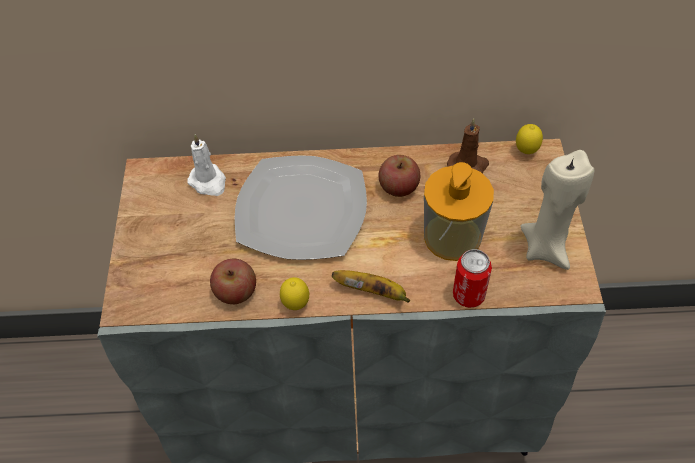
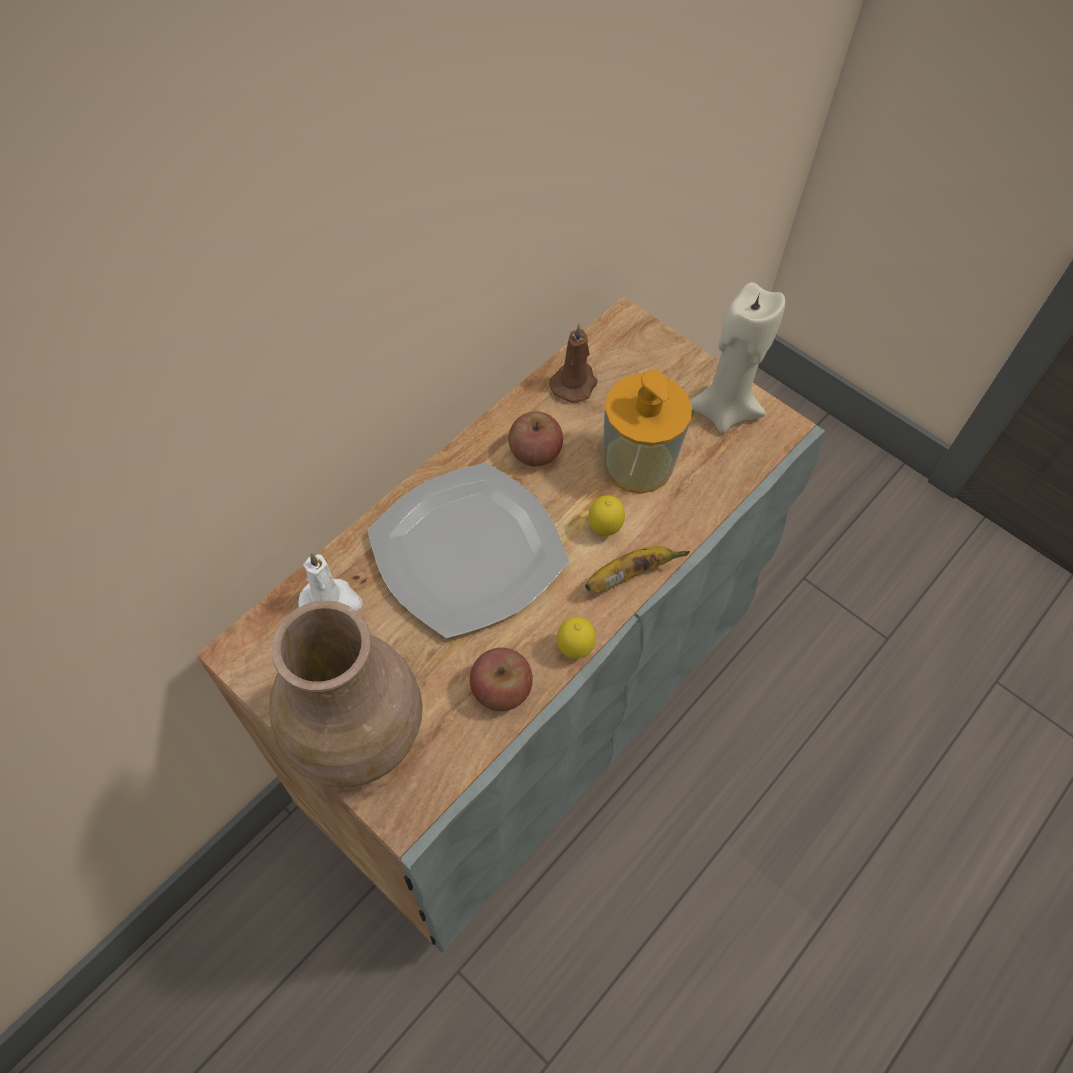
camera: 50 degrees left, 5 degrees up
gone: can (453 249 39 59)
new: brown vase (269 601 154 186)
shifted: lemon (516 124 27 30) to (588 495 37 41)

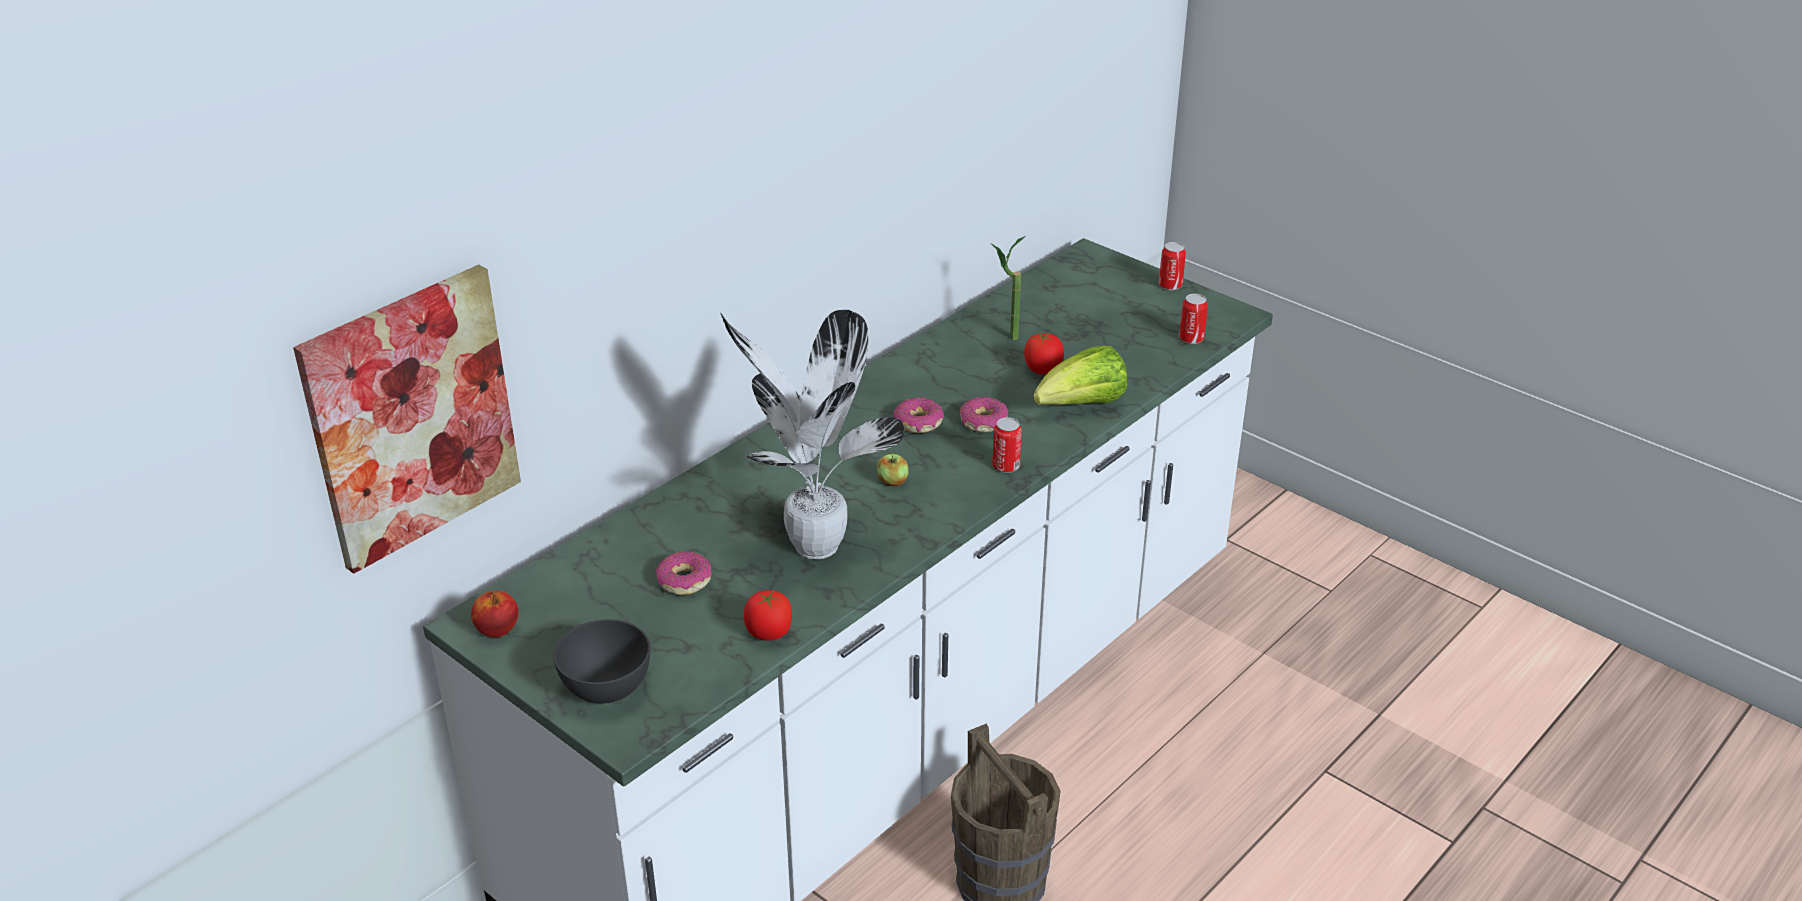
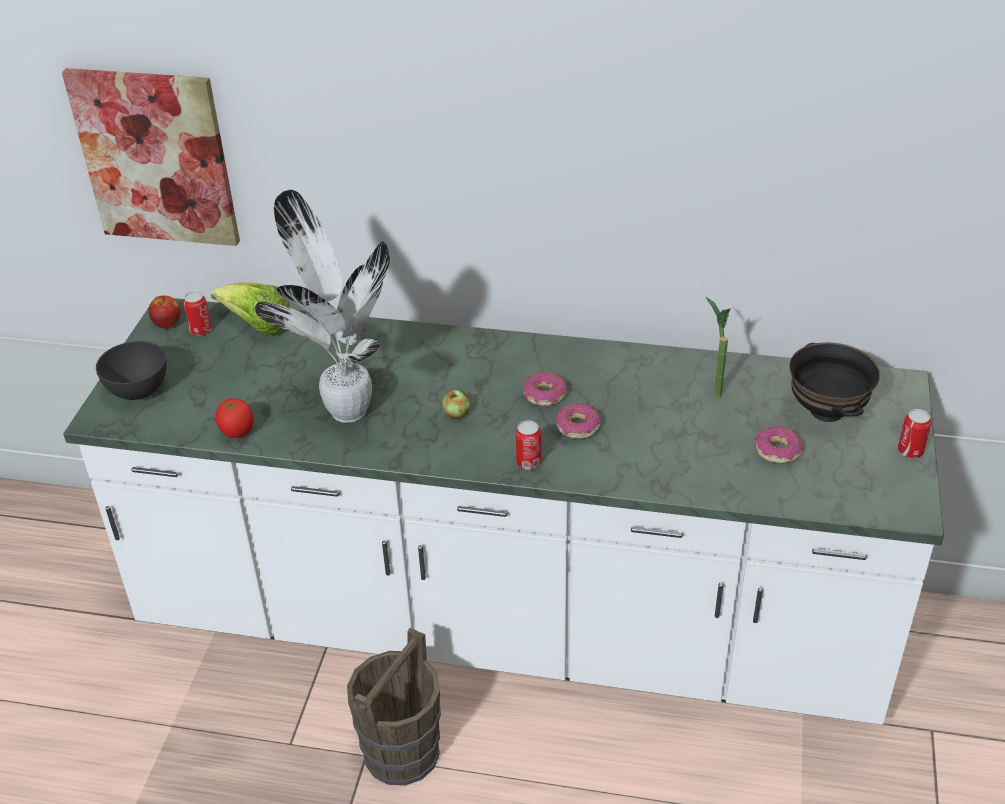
camera: 60 degrees right, 5 degrees up
gone: tomato (1024 332 40 43)
new: black bowl (789 342 91 80)
shifted: can (1179 294 29 50) to (183 291 29 45); lettuce (1033 346 94 59) to (211 282 79 54); donut (656 551 56 44) to (755 427 48 36)

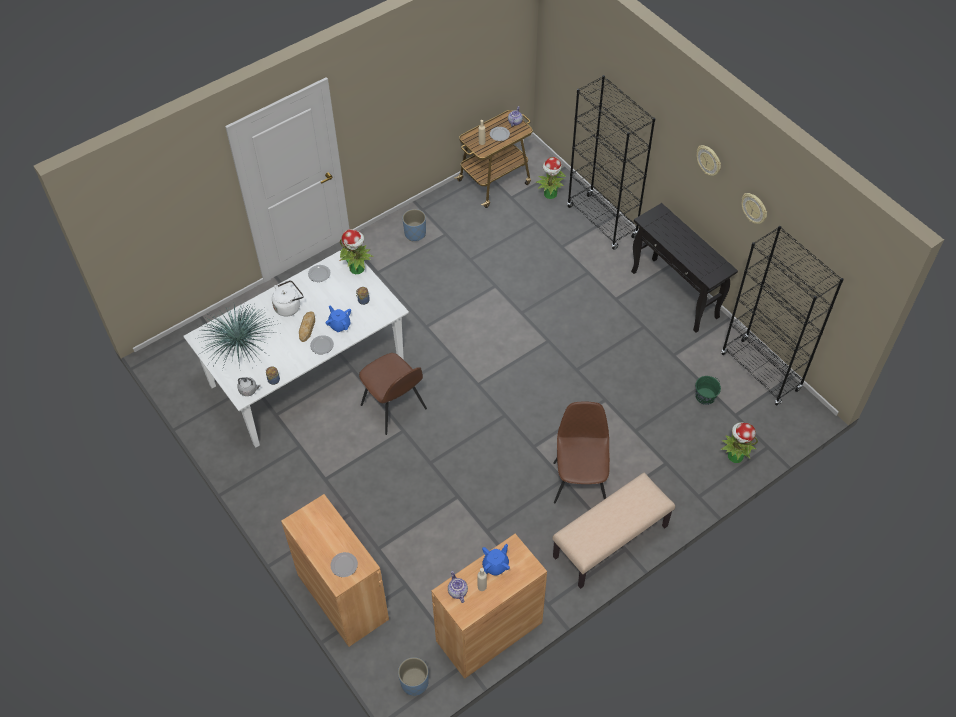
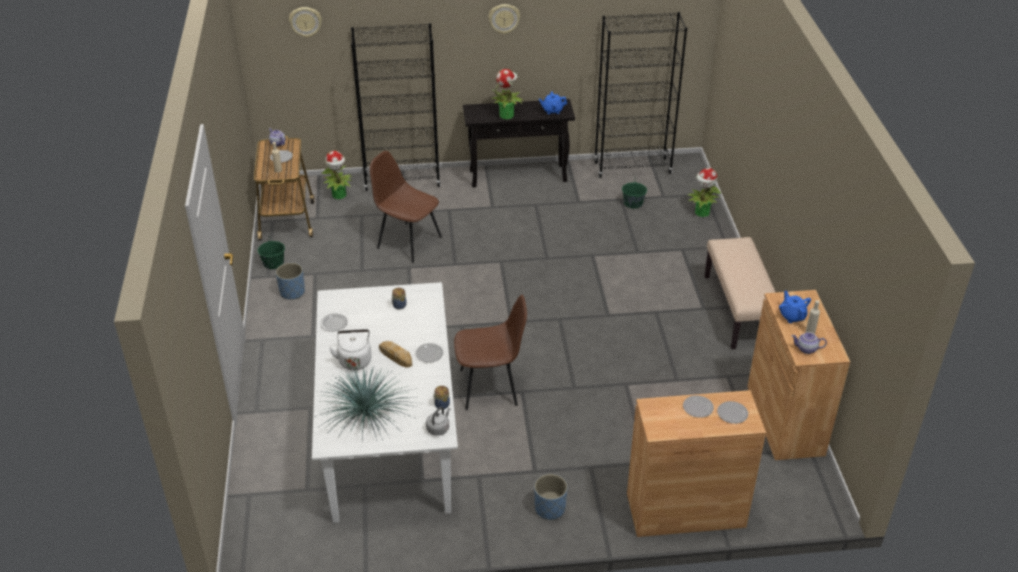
camera: 60 degrees left, 15 degrees down
new: green bucket (258 240 27 29); plate (683 395 31 23)
shifted: wall clock (741 193 26 31) to (289 7 33 31); potted plant (339 229 35 45) to (491 69 33 50); blue teapot (325 306 26 26) to (539 91 28 23); brown chair (553 402 57 101) to (370 151 72 112); blue planter (398 657 30 39) to (534 474 33 46)

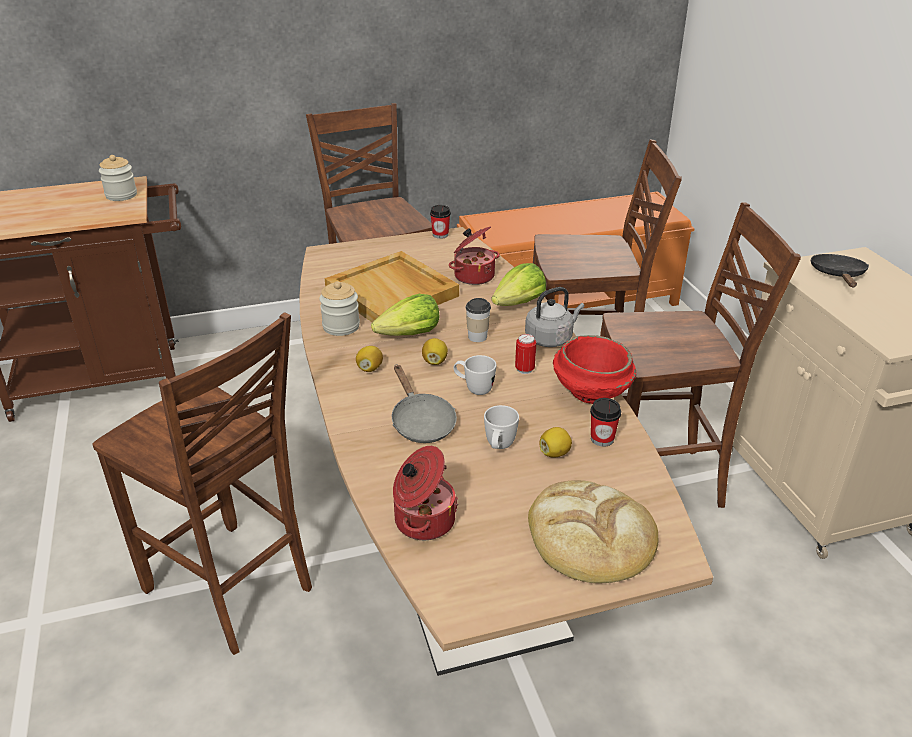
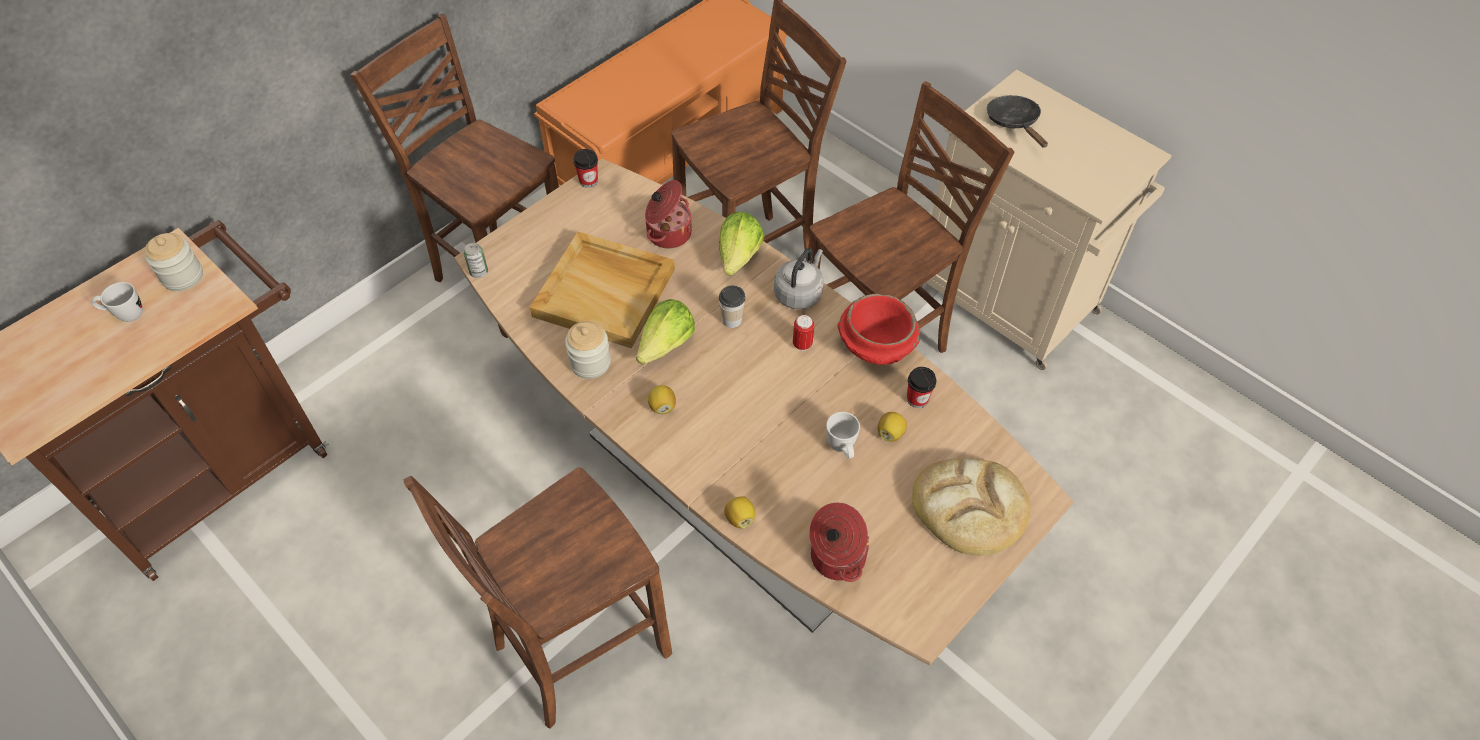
camera: 30 degrees left, 20 degrees up
gone: grey frying pan (392 365 65 78)
new: can (464 243 24 35)
shifted: lemon (422 338 26 27) to (724 496 31 33); white mug (453 355 43 40) to (92 282 51 40)
rotated: brown chair (92 312 220 343) = (404 467 268 262) 135 degrees clockwise

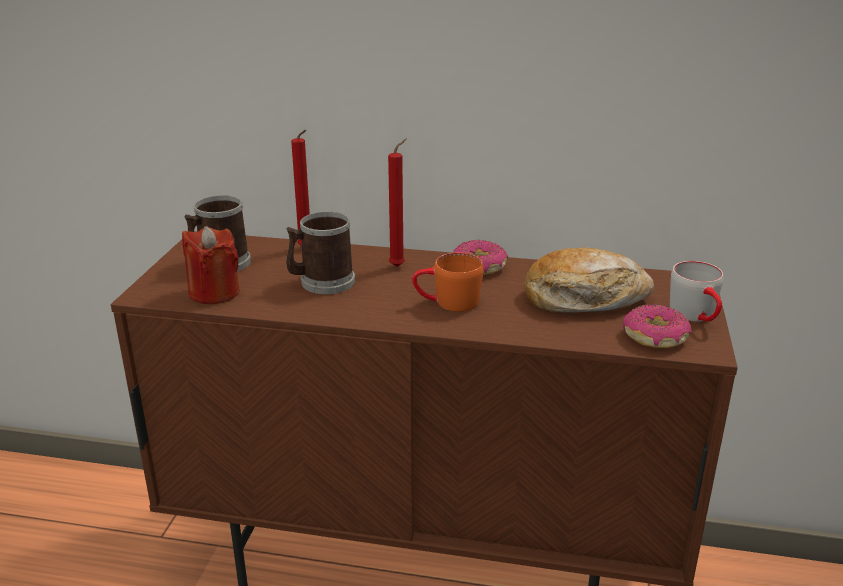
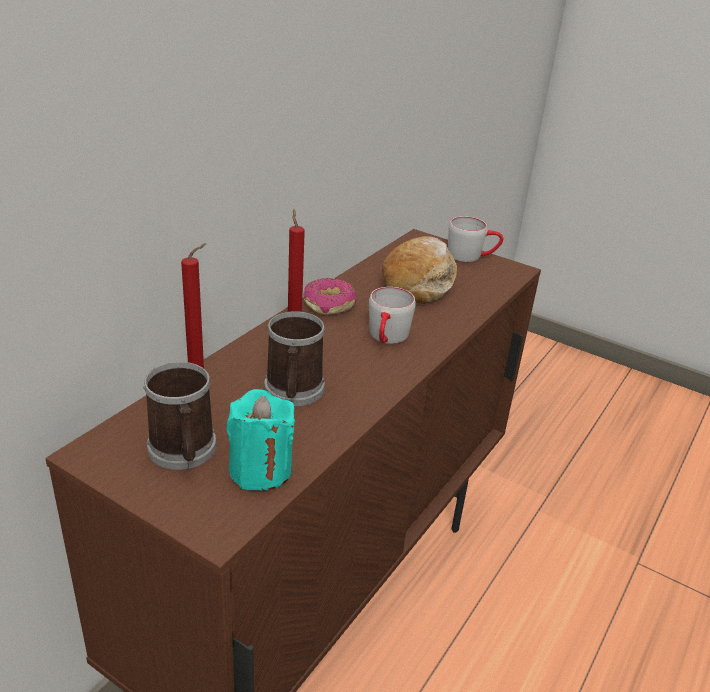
camera: 70 degrees left, 5 degrees up
gone: donut (623 304 69 44)
repainted: red candle (182 226 58 78) to turquoise candle (227 389 68 102); orange mug (412 253 72 59) to grey mug (369 287 47 57)

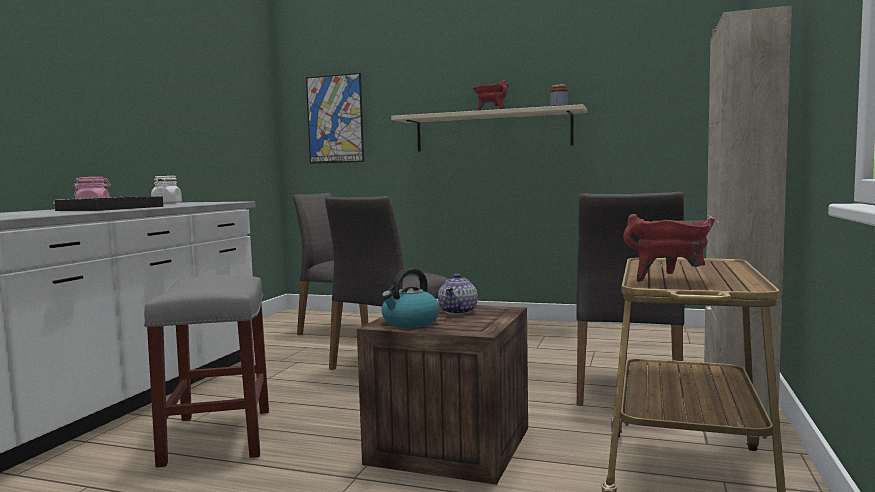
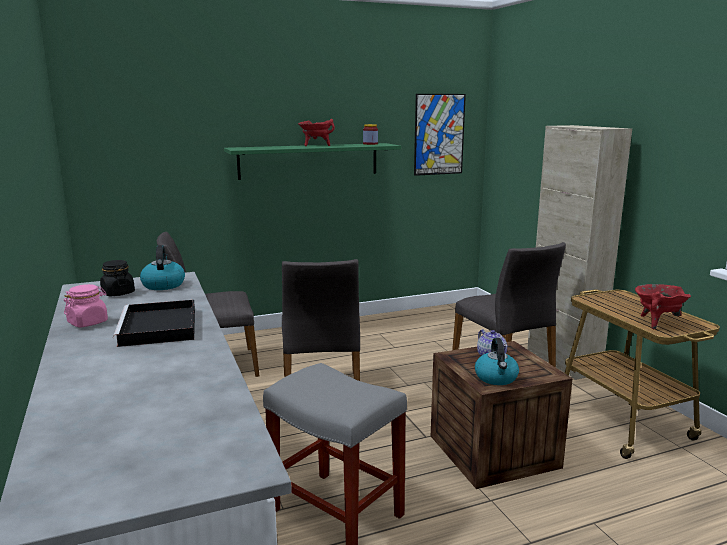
camera: 40 degrees left, 10 degrees up
new: kettle (140 245 45 45)
shifted: picture (306 73 58 91) to (414 94 52 82)
repainted: beige shelf (391 104 196 48) to green shelf (224 143 177 37); white jar (151 176 31 28) to black jar (100 260 35 36)

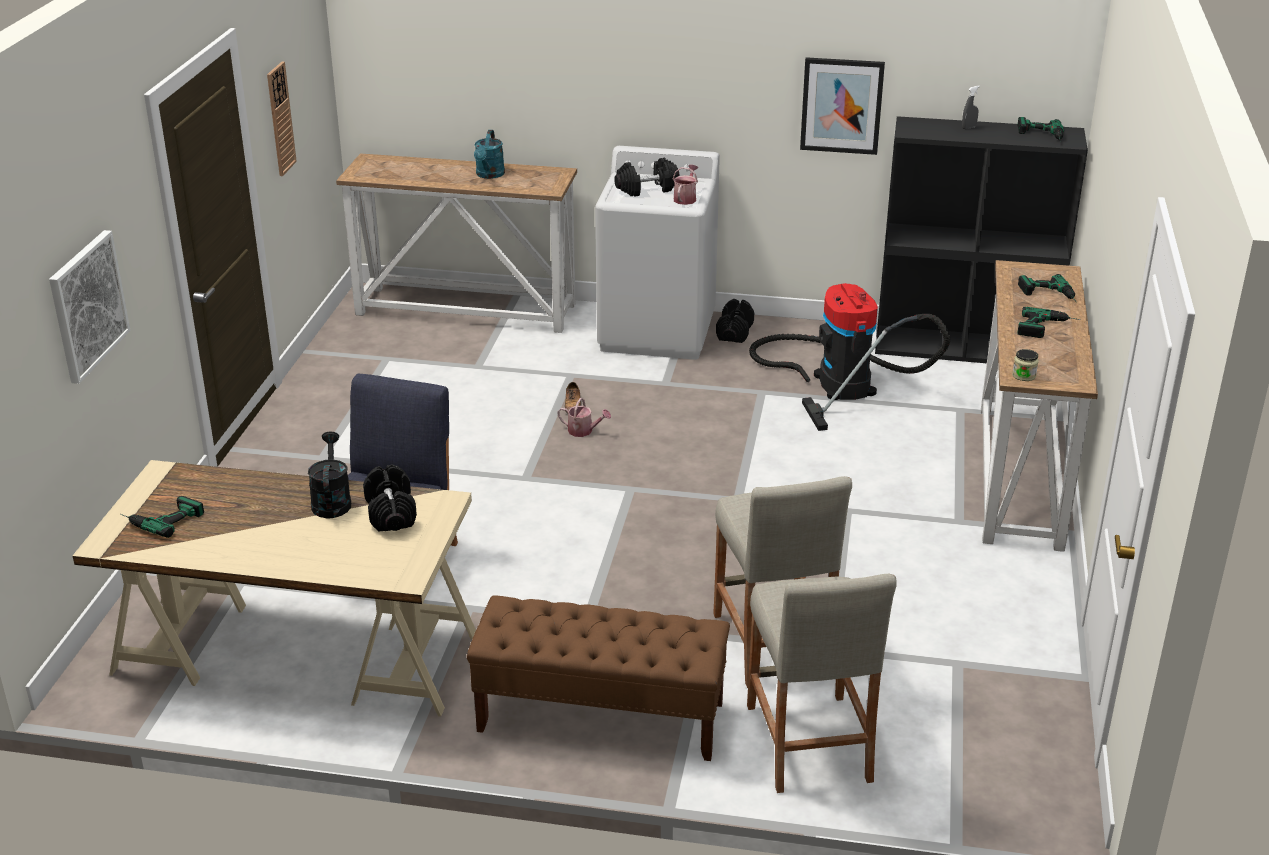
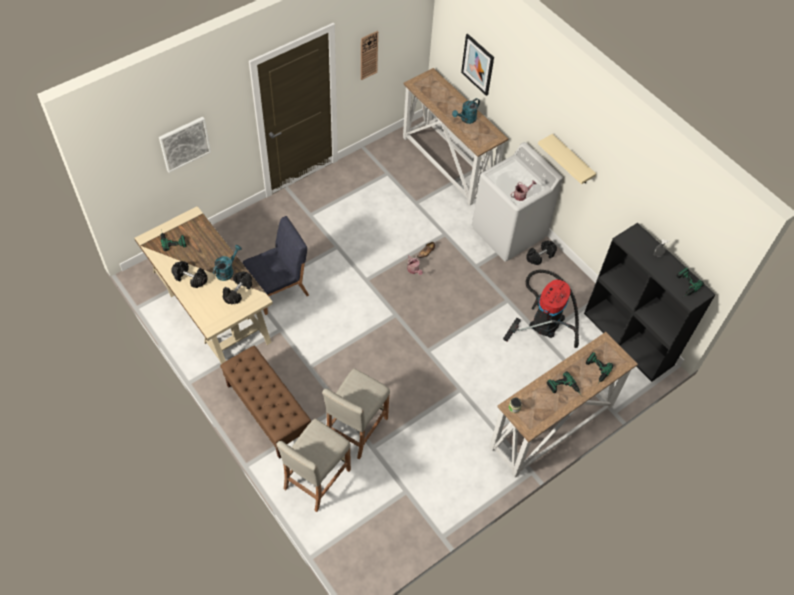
camera: 40 degrees right, 25 degrees up
new: beige shelf (538 134 58 50)
shifted: picture (800 57 85 98) to (461 34 33 62); black dumbbell (614 157 66 40) to (171 261 37 27)
repainted: black watering can (308 432 43 86) to turquoise watering can (213 245 29 36)

